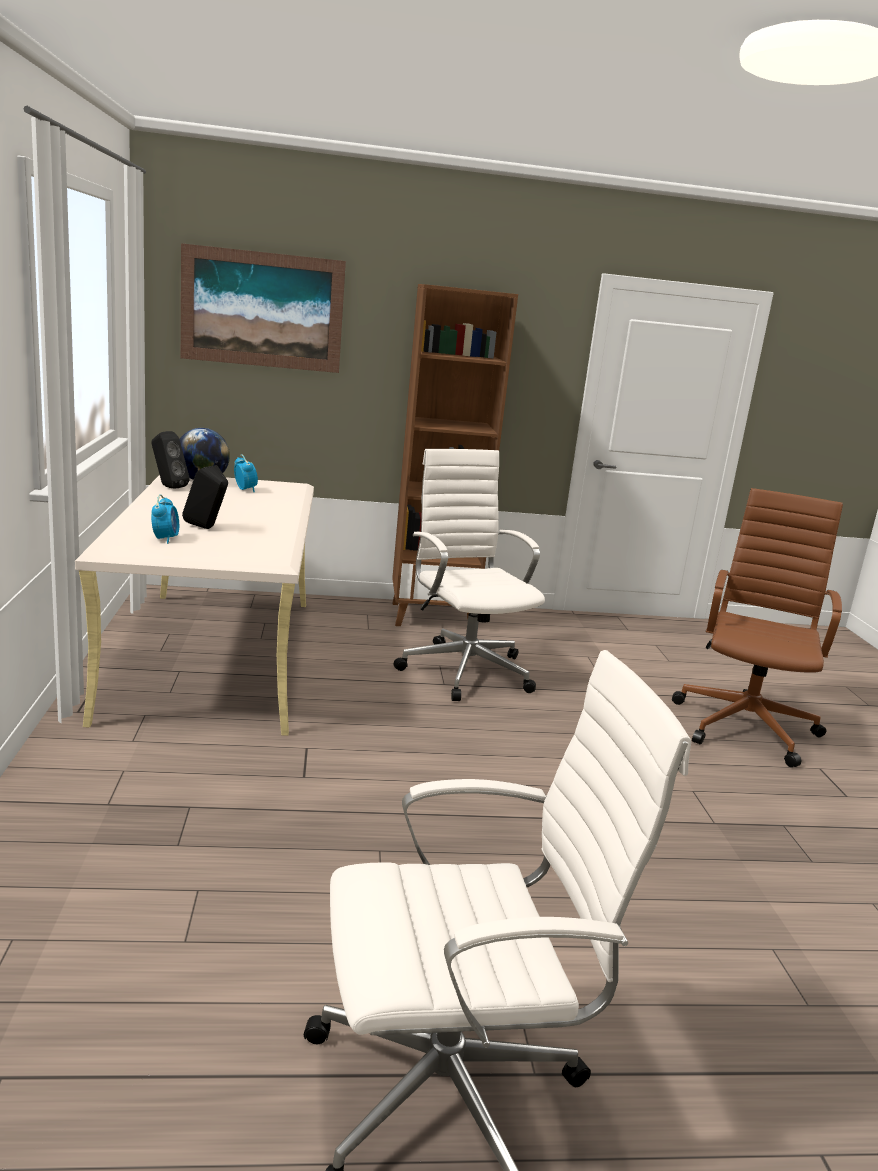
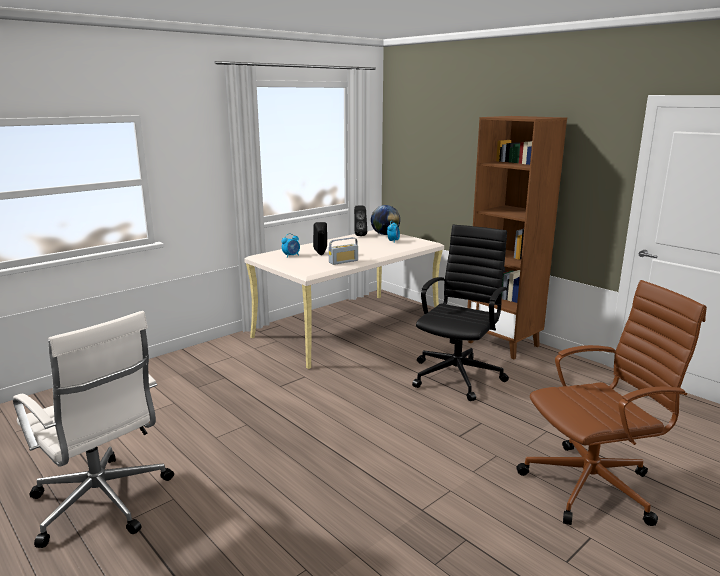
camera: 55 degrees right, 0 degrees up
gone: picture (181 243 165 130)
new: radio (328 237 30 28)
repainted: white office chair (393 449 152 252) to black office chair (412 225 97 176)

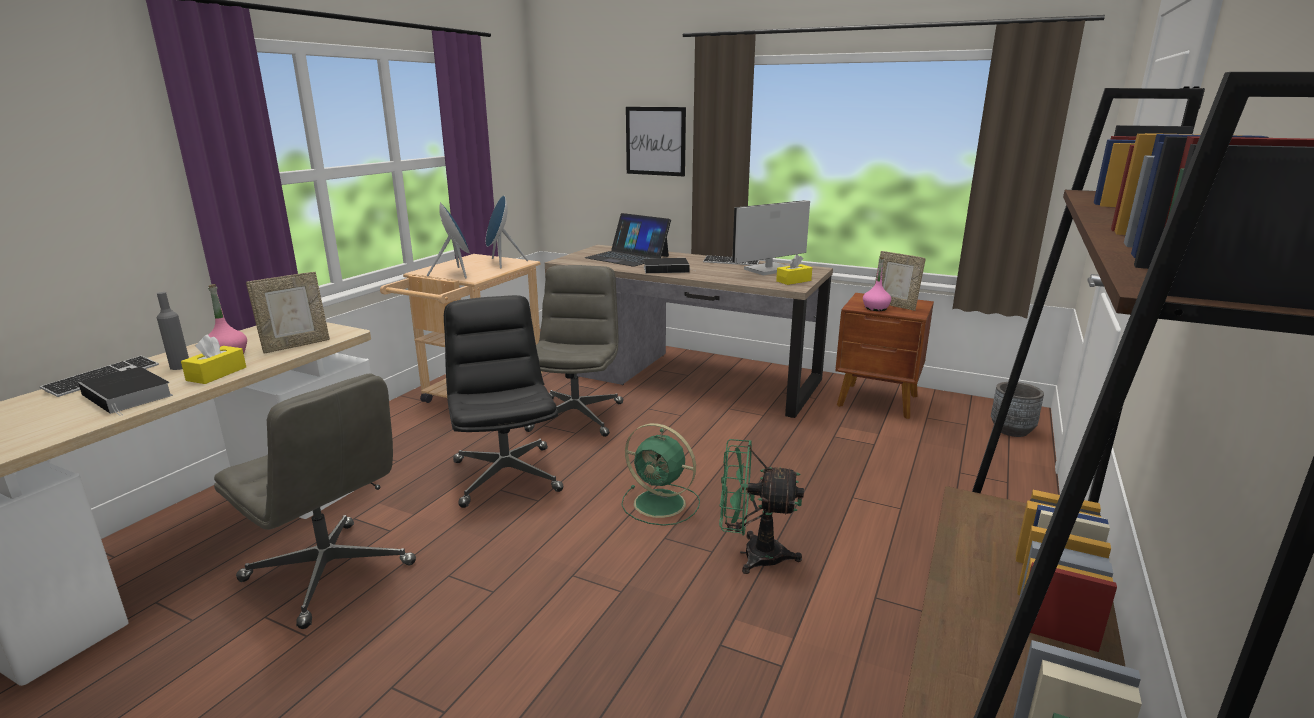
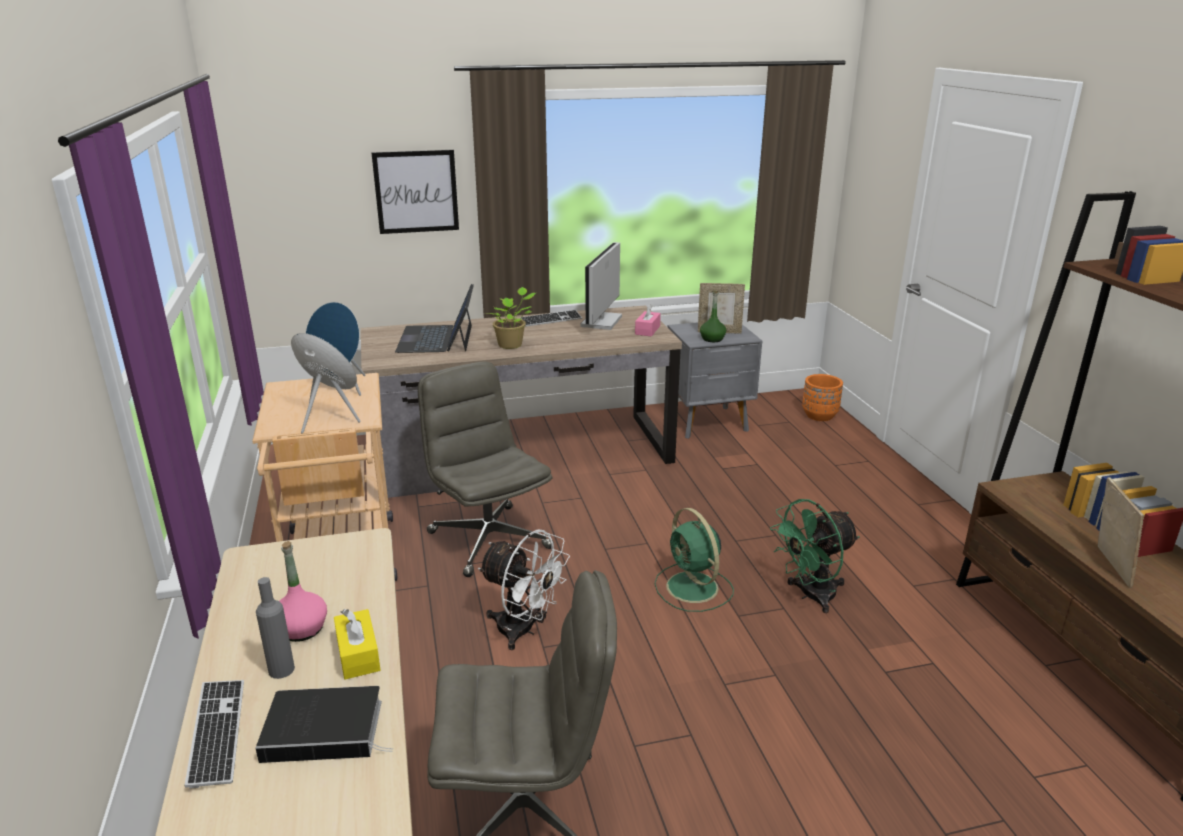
camera: 40 degrees left, 5 degrees up
shifted: picture frame (246 272 84 81) to (1098 477 46 111)
swapped: book (644 258 51 15) to potted plant (487 287 49 62); black office chair (444 295 119 213) to white fan (478 529 92 121)
repainted: yellow tissue box (776 254 36 31) to pink tissue box (635 304 26 33); pink bottle (863 257 28 54) to green bottle (700 291 26 51); brown nightstand (836 293 98 126) to grey nightstand (665 322 97 117); grey planter (991 382 53 55) to orange planter (802 374 41 47)
rotated: laptop (585 213 86 54) = (395 284 79 69) 90 degrees clockwise; green fan (621 423 79 103) = (654 508 80 104) 75 degrees clockwise

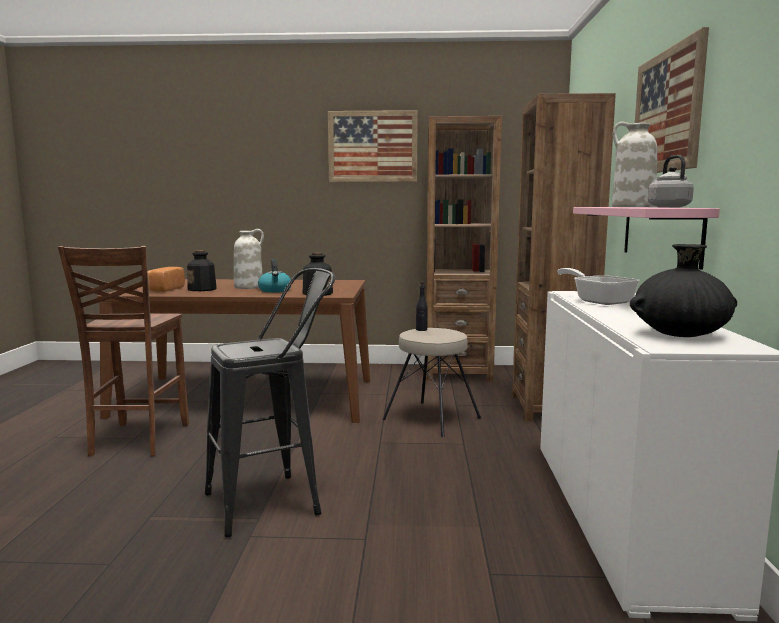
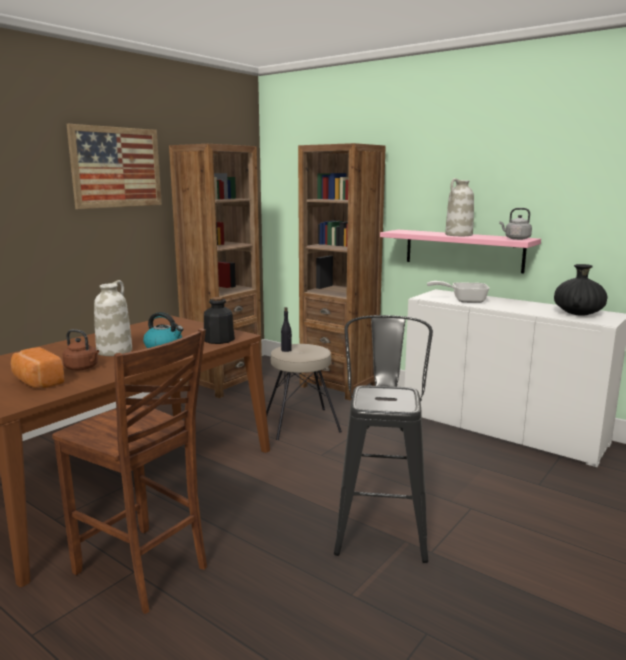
camera: 55 degrees left, 5 degrees up
gone: picture (635 27 74 146)
swapped: bottle (187 250 30 41) to brown kettle (62 329 37 41)

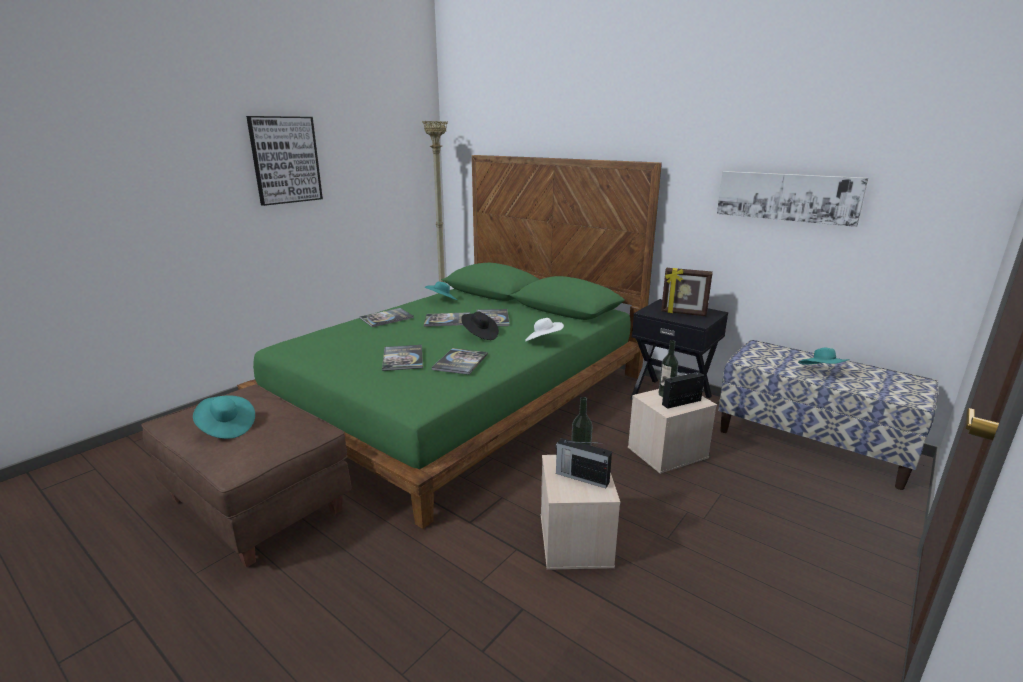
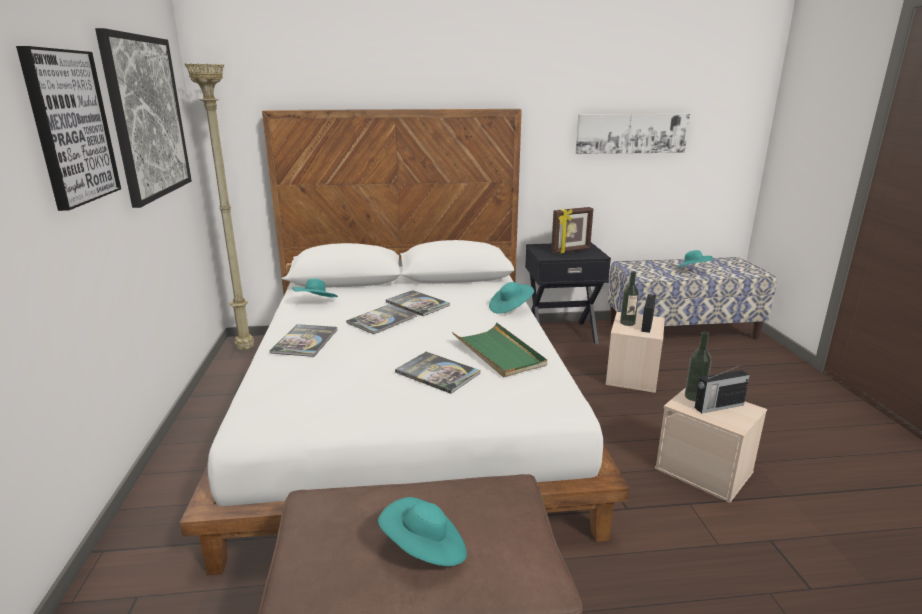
camera: 45 degrees left, 0 degrees up
gone: black hat (461 312 38 28)
new: picture (95 28 97 180)
swapped: book (431 348 57 27) to green tray (452 322 95 55)
repainted: green bed (237 155 425 374) to white bed (180 109 450 466); white hat (525 318 39 23) to turquoise hat (489 282 45 32)

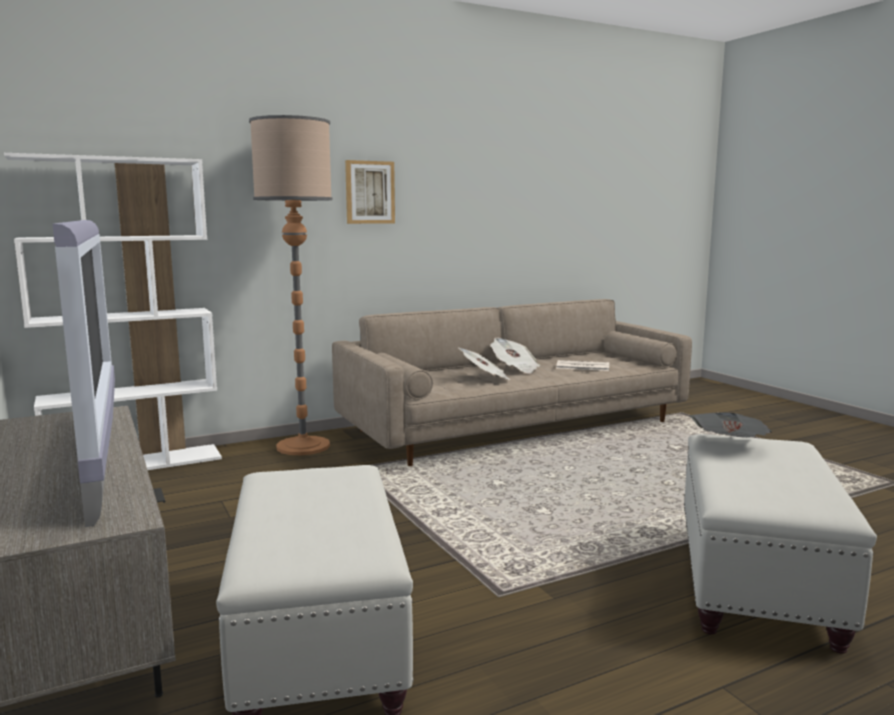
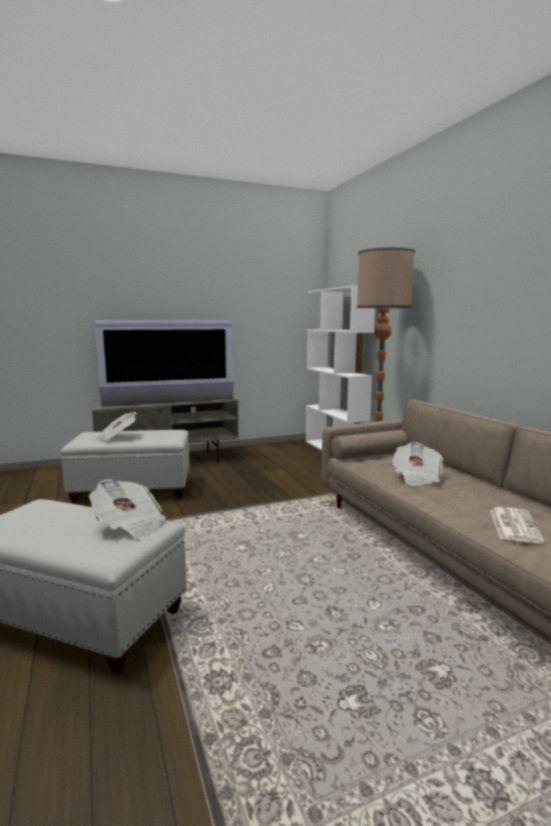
camera: 95 degrees right, 0 degrees up
gone: picture (345 160 50 64)
shifted: newspaper (490 338 50 36) to (93 412 44 29)

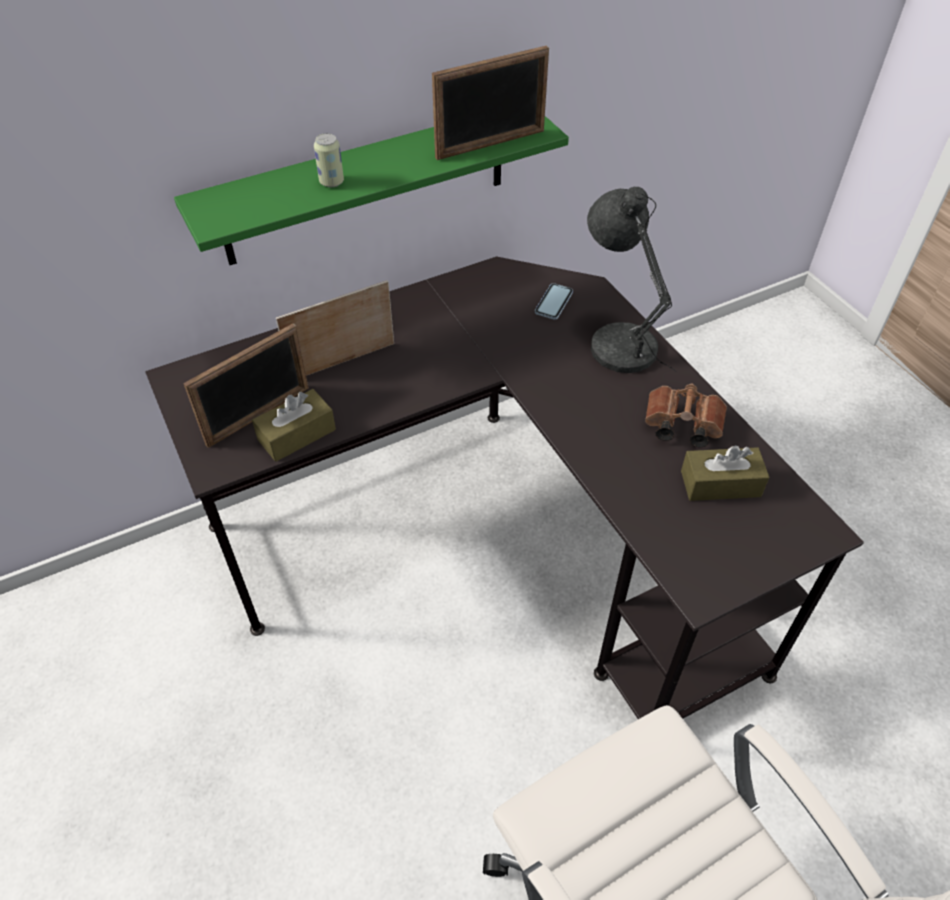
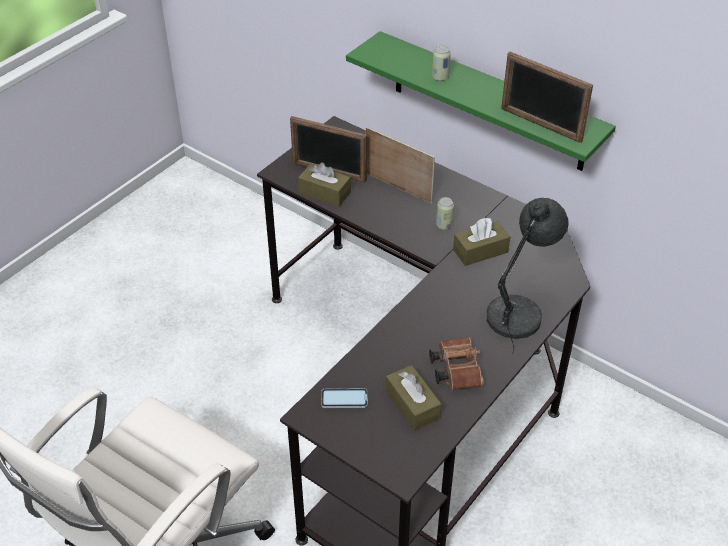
camera: 65 degrees right, 5 degrees down
new: can (436 197 18 33); brown tissue box (453 218 57 48)
shifted: phone (535 283 38 37) to (321 388 47 20)

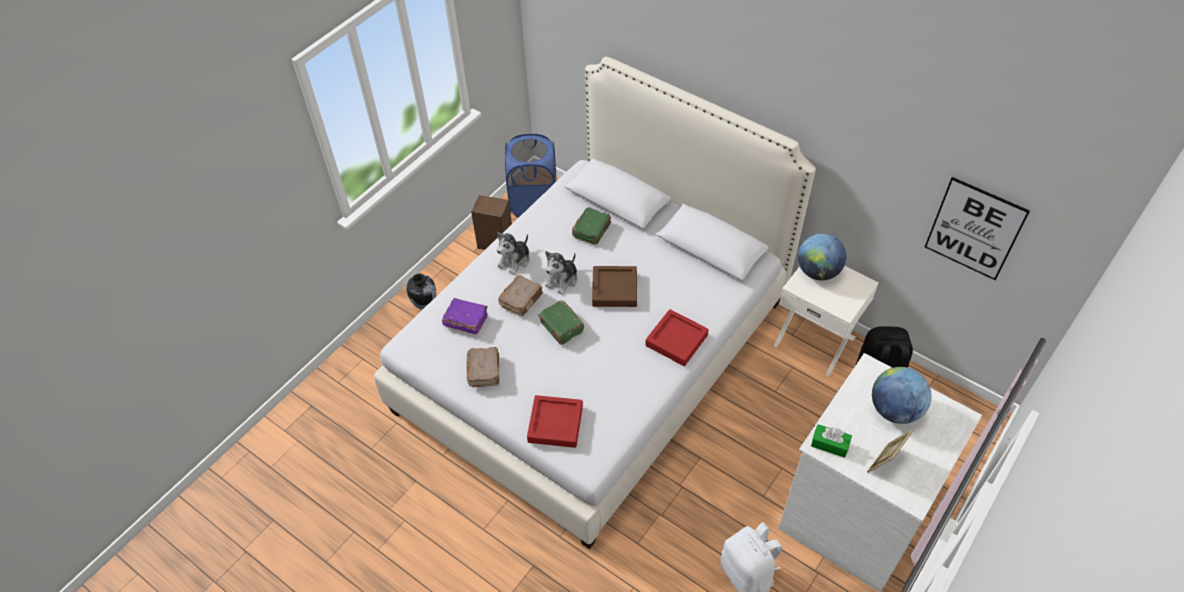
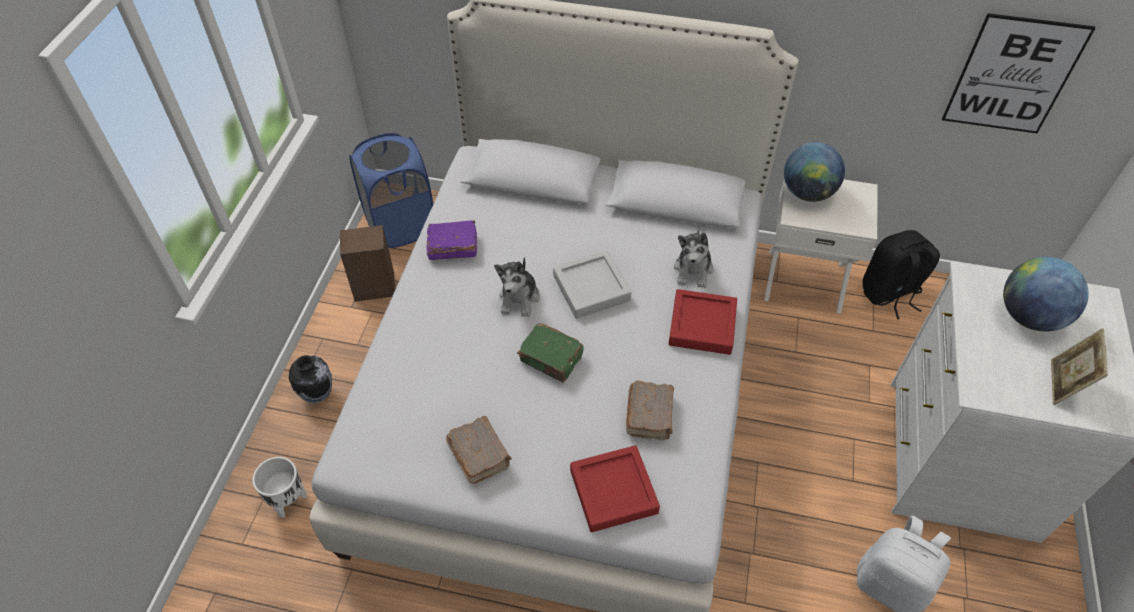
camera: 25 degrees left, 0 degrees up
gone: green book (572 207 39 38); green tissue box (811 424 41 34)
new: white planter (252 457 55 61)
shifted: plush toy (497 232 33 43) to (674 230 39 58); brown book (498 275 45 41) to (626 381 48 59); purple book (442 298 46 36) to (427 220 50 40)
repainted: brown tray (592 266 45 41) to grey tray (553 251 79 68)

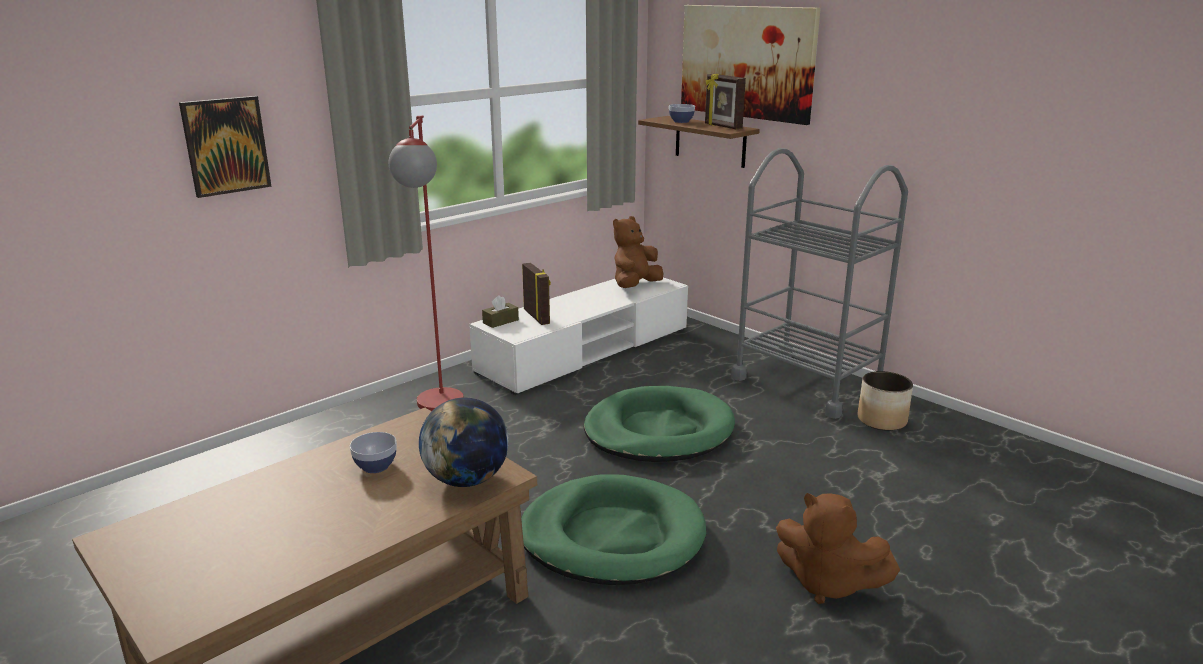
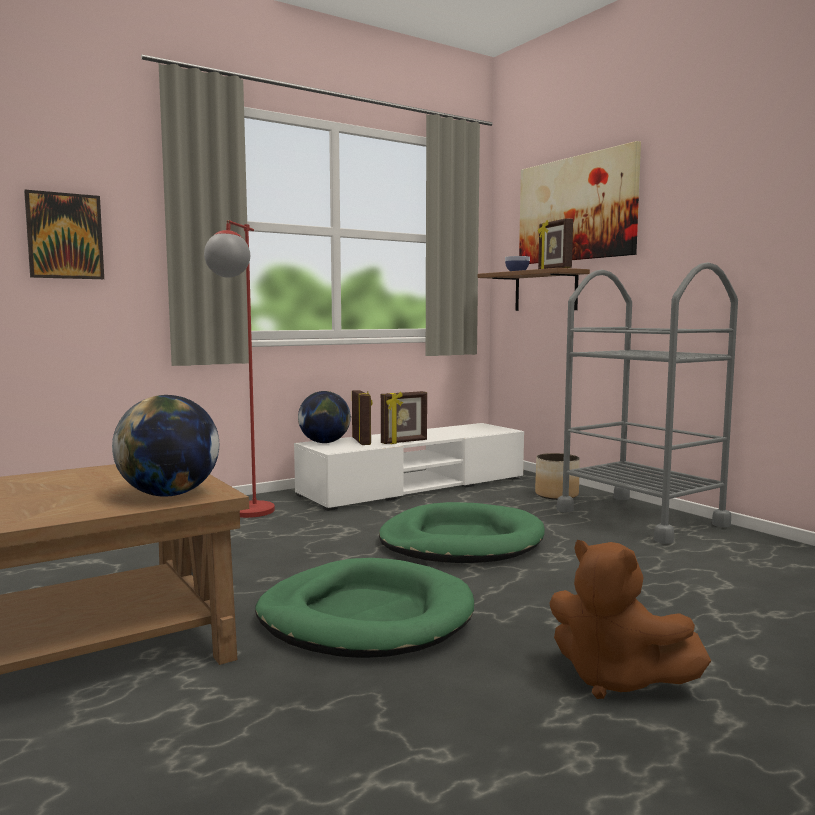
camera: 10 degrees right, 15 degrees down
gone: brown plush toy (613 216 50 72); bowl (350 432 47 41)
new: picture frame (381 391 46 53)
shifted: planter (858 371 55 60) to (535 453 45 47)
swapped: brown tissue box (482 295 37 33) to globe (298 391 53 52)

